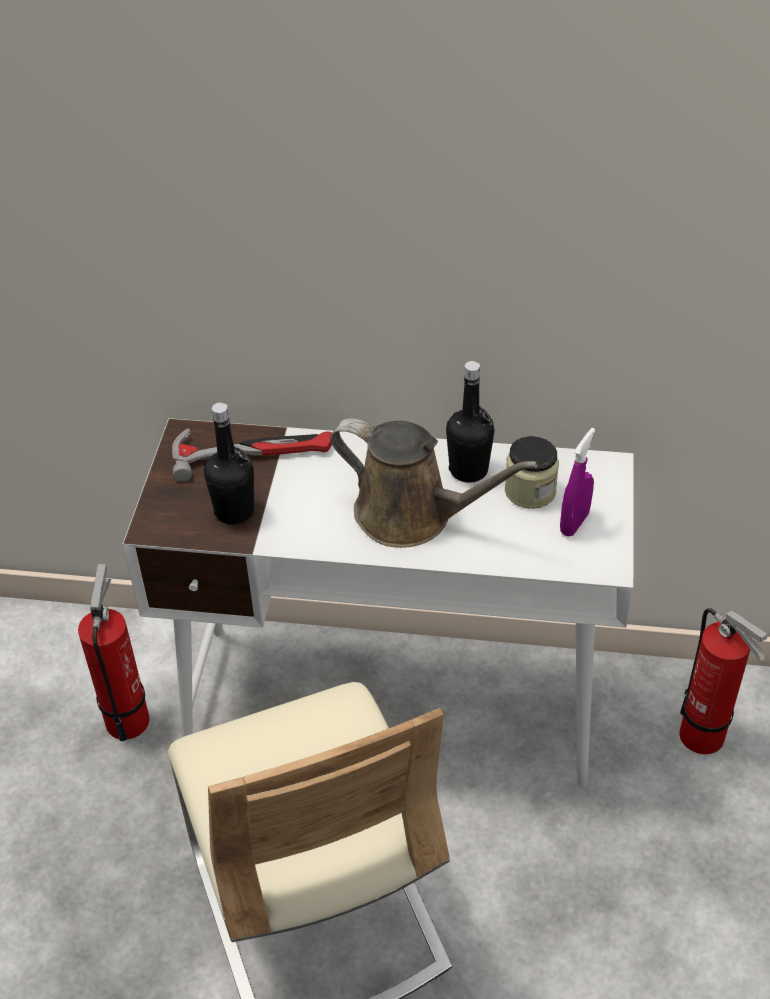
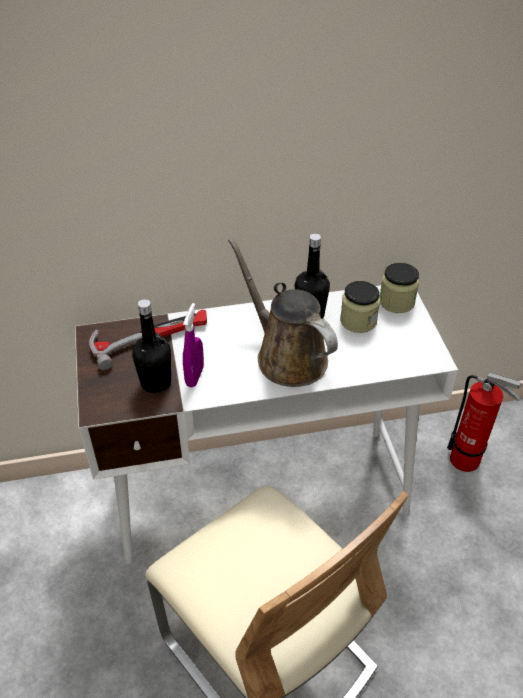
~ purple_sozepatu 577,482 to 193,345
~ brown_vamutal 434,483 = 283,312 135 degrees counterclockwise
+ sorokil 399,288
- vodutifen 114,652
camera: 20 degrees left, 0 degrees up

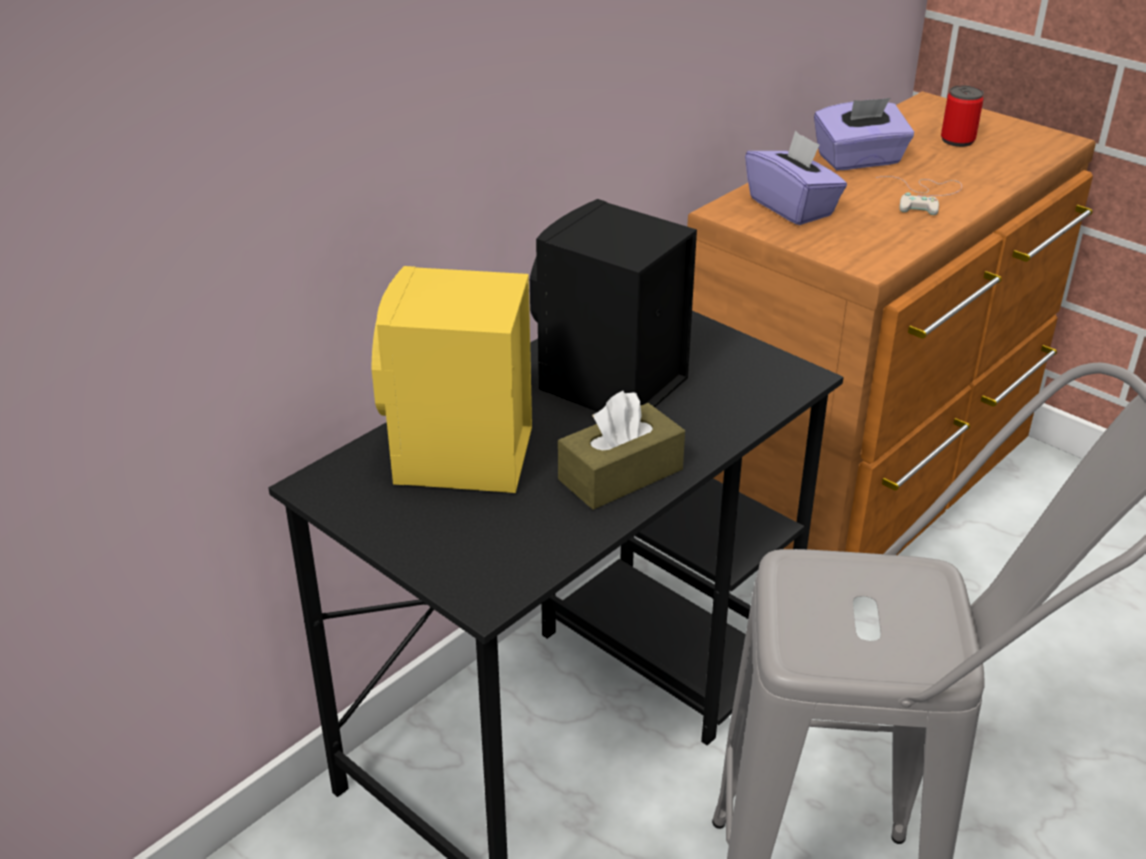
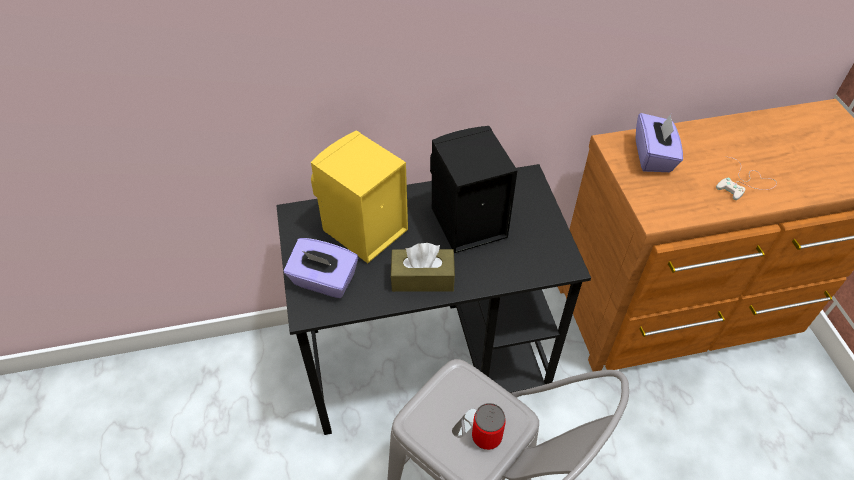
~ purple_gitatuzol 864,134 to 321,268
~ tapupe 962,116 to 489,426
camera: 35 degrees right, 15 degrees up

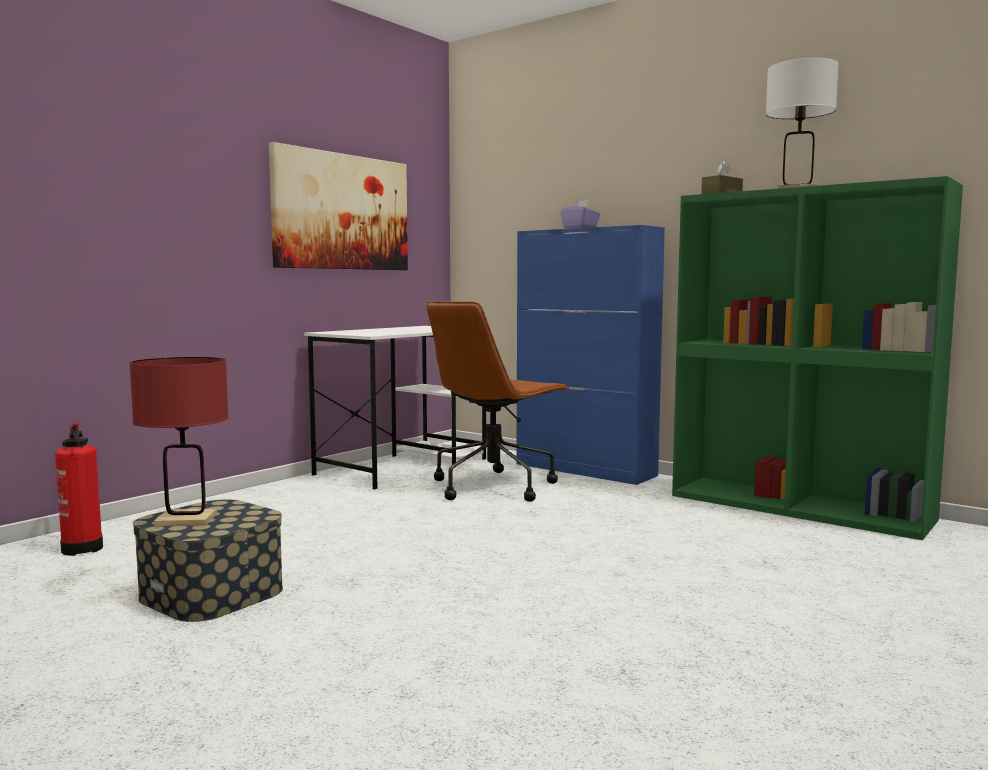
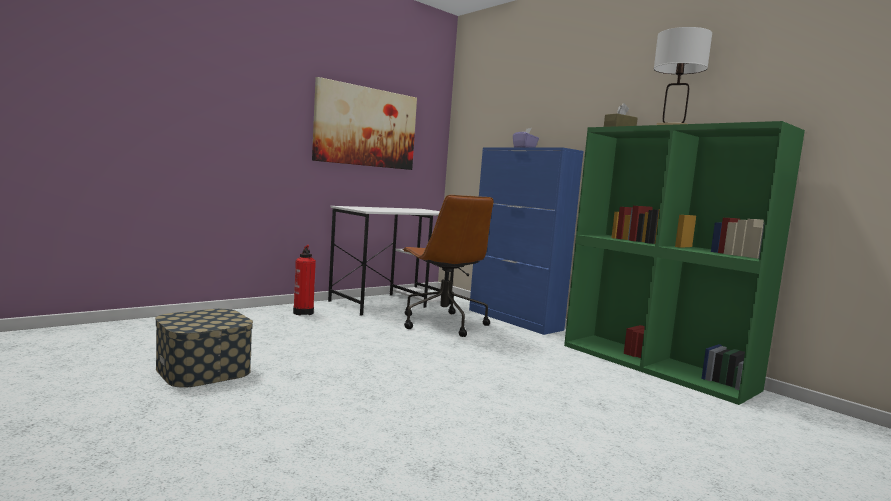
~ vodutifen 79,489 to 304,280
~ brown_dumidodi 498,401 = 448,266 75 degrees counterclockwise
- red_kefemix 179,441
camera: 10 degrees right, 0 degrees up

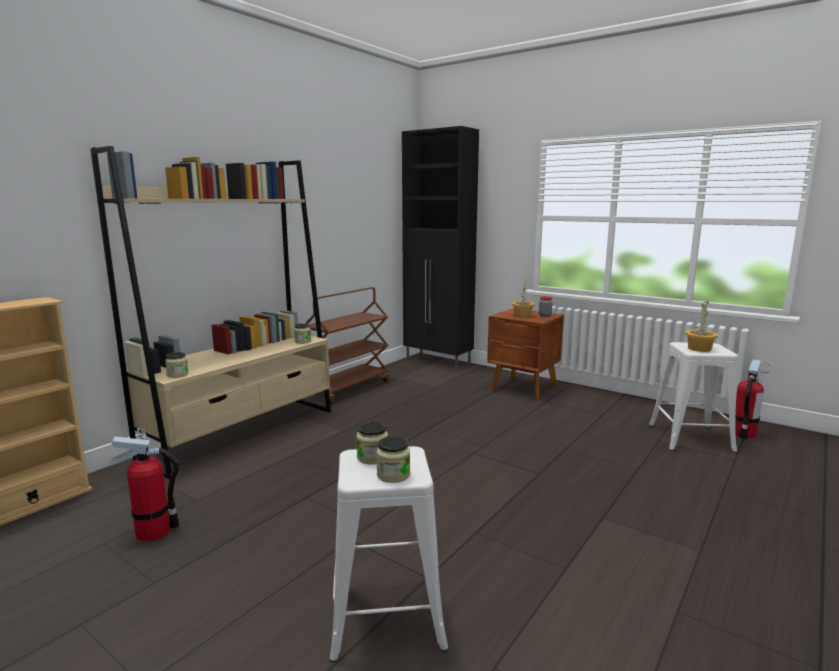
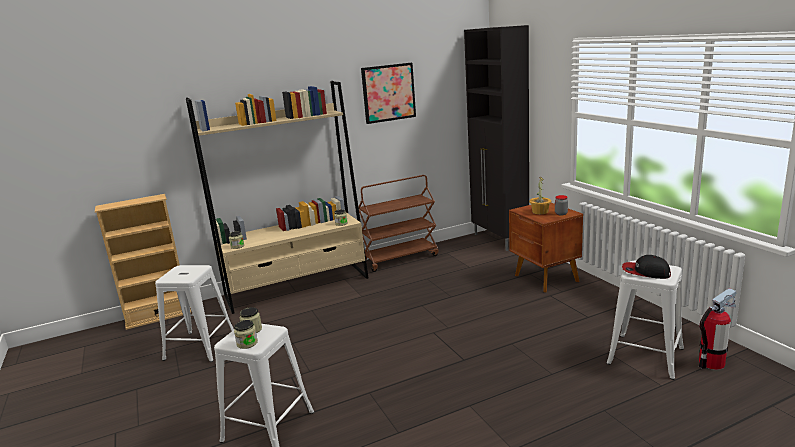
~ vodutifen 145,485 to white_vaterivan 194,313
+ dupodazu 388,93
~ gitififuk 701,326 to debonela 646,267
camera: 30 degrees right, 5 degrees up

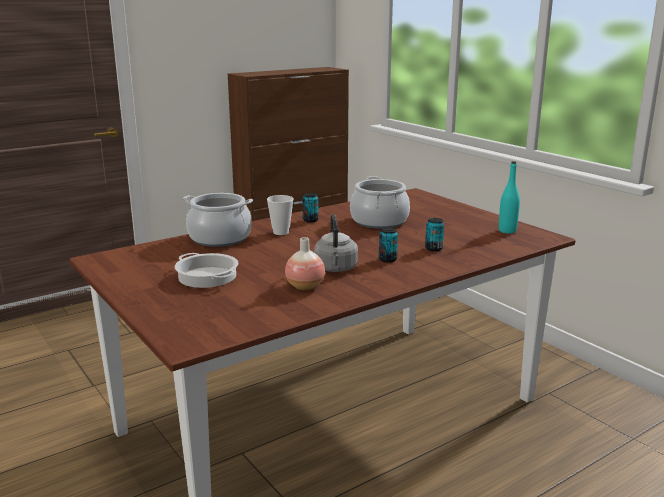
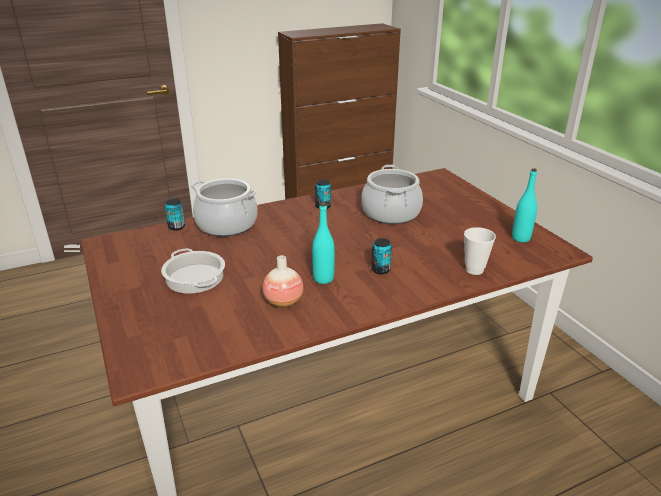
~ tapupe 434,234 to 175,214
~ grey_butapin 336,243 to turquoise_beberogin 323,243
~ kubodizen 280,215 to 480,251
camera: 10 degrees right, 10 degrees up

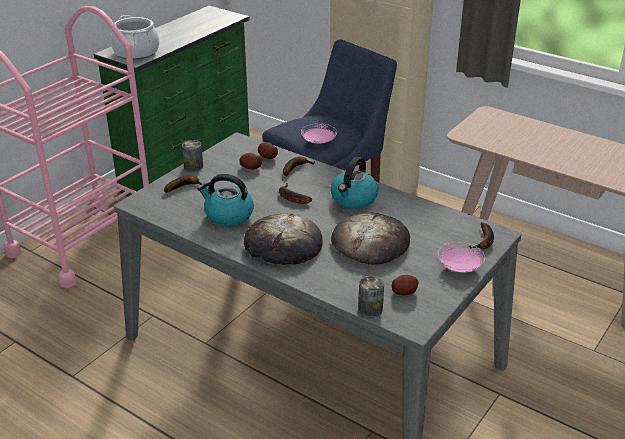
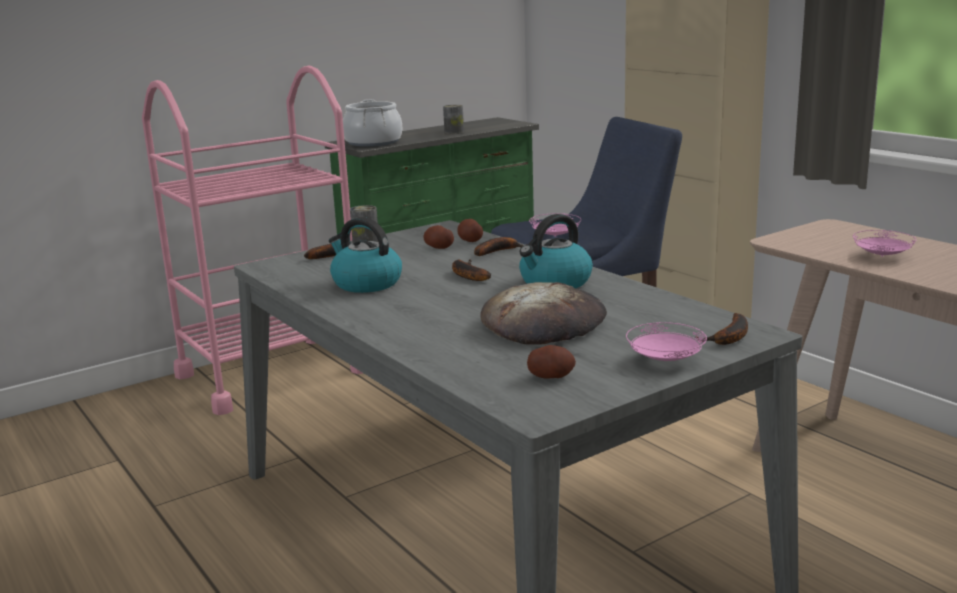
~ tapupe 371,296 to 453,119
+ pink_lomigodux 884,243
- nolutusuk 283,239
camera: 20 degrees right, 15 degrees down

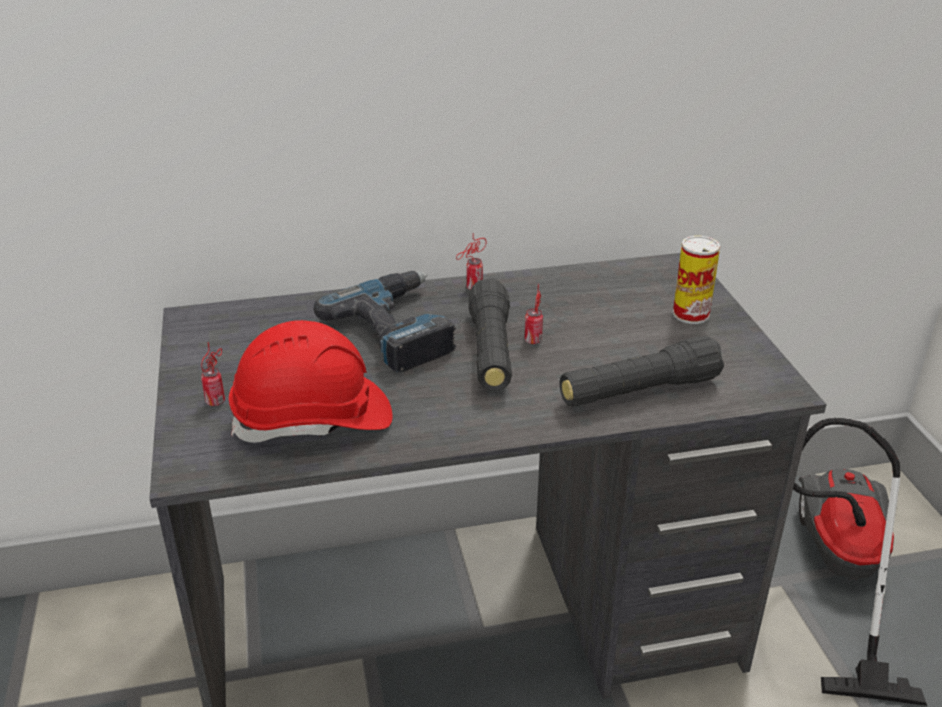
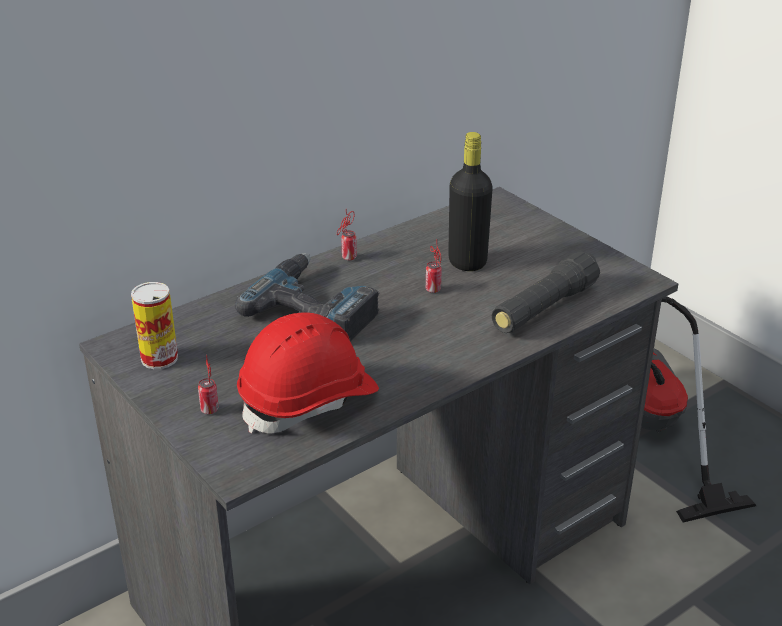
~ tapupe 696,280 to 154,325
+ black_beberogin 470,201
- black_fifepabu 490,334
camera: 25 degrees left, 0 degrees up

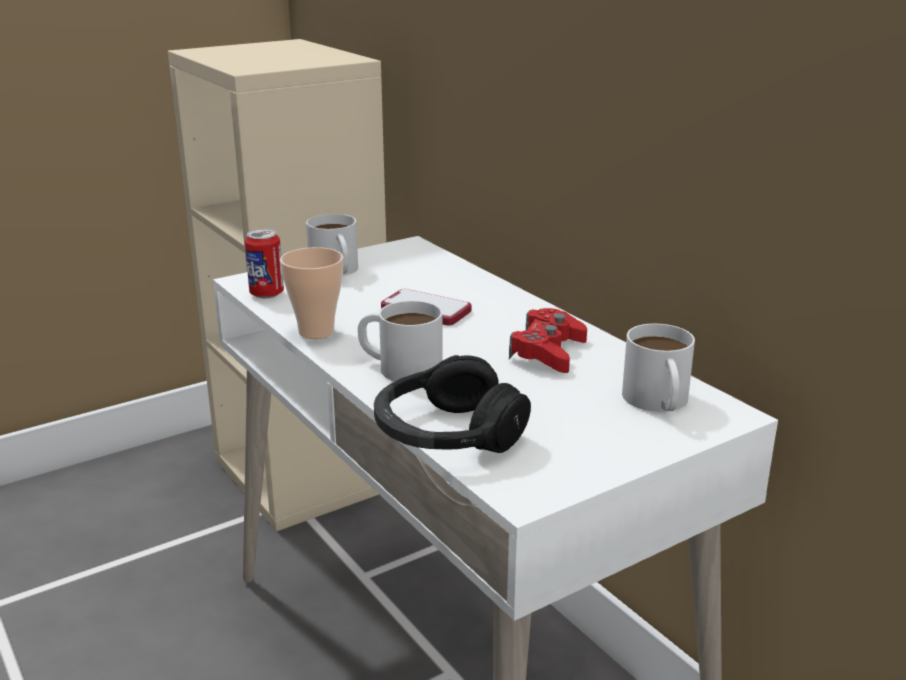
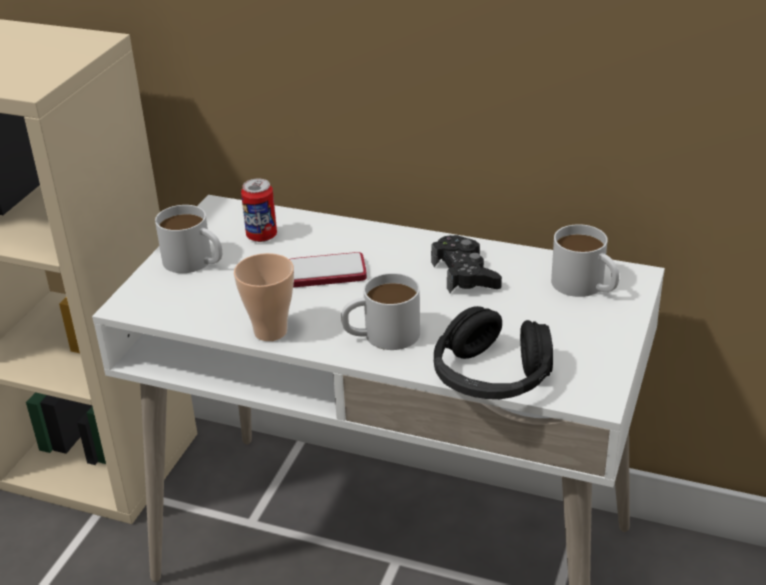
~ tapupe 264,264 to 259,210
~ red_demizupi 548,340 to black_demizupi 466,264
camera: 35 degrees left, 10 degrees up

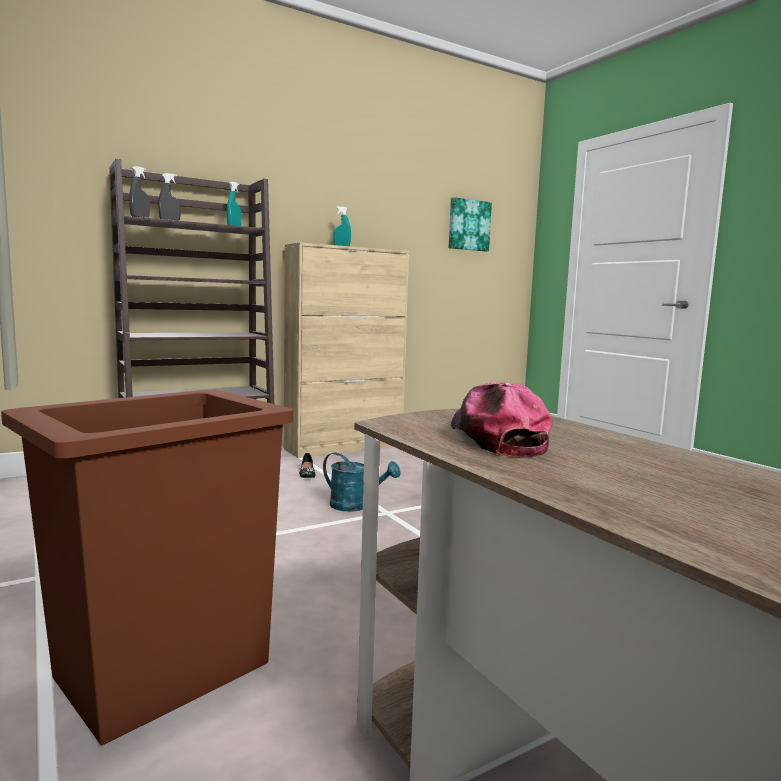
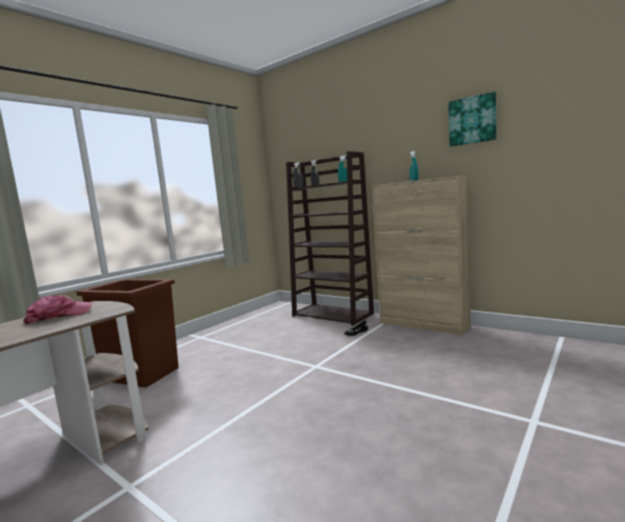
~ dupodazu 470,224 to 472,119
- turquoise_vamutal 362,482
camera: 70 degrees right, 0 degrees up

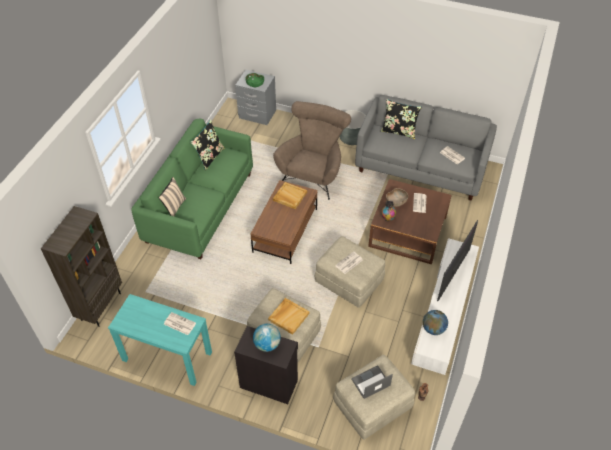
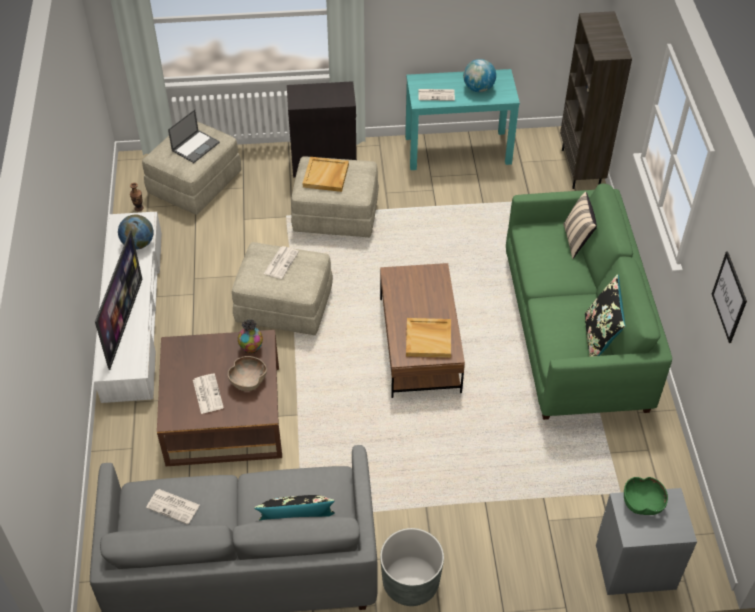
~ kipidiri 267,338 to 479,75
+ dupodazu 729,297
- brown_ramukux 312,150
camera: 155 degrees right, 0 degrees up

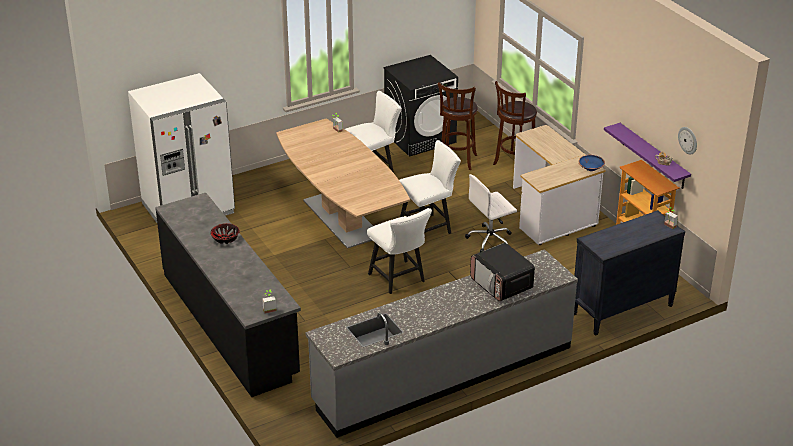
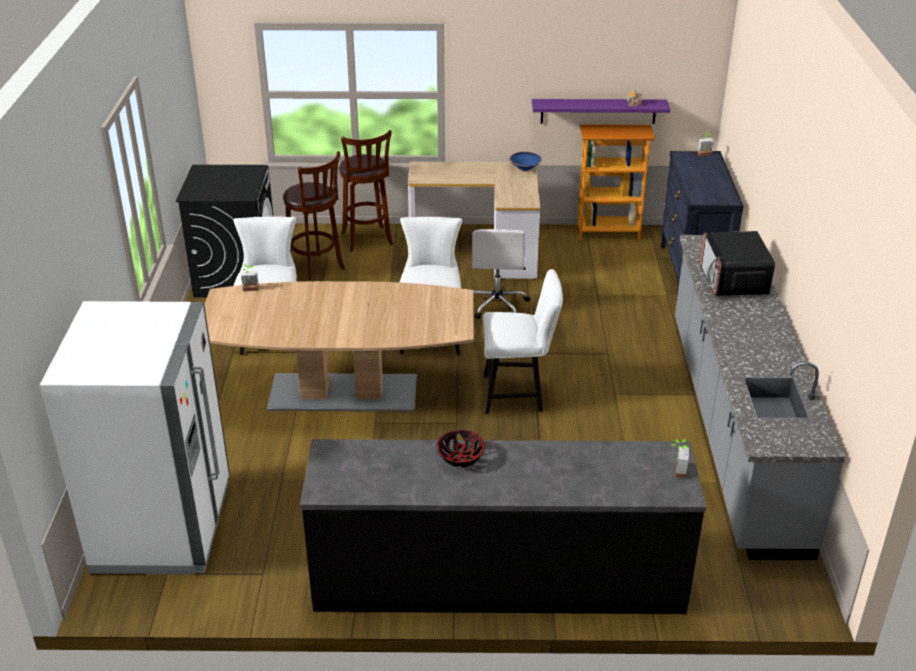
~ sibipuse 502,272 = 737,263 90 degrees clockwise
- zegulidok 687,141
camera: 60 degrees left, 0 degrees up

